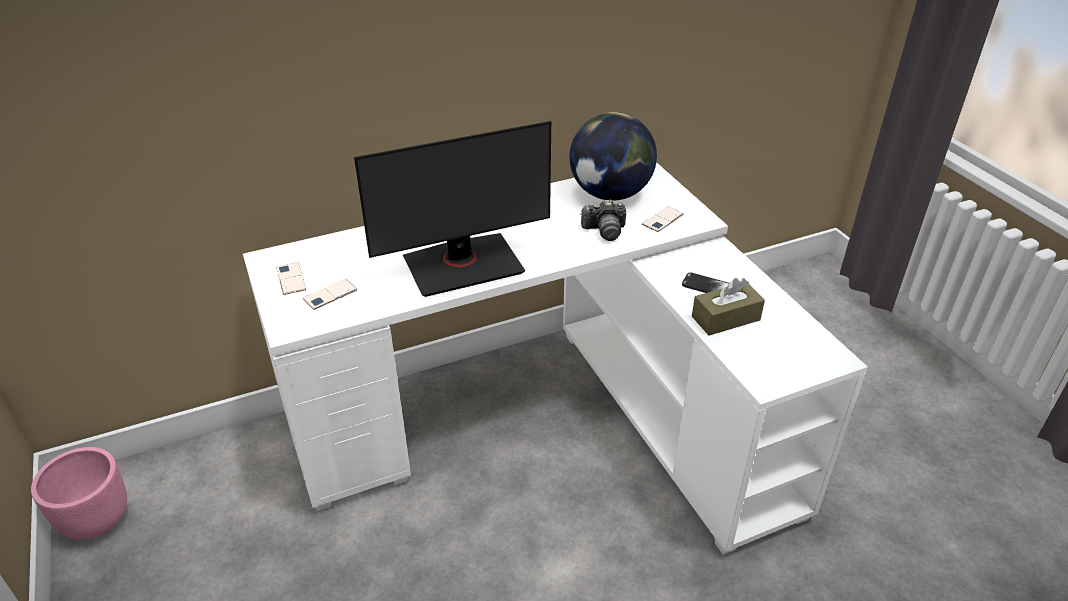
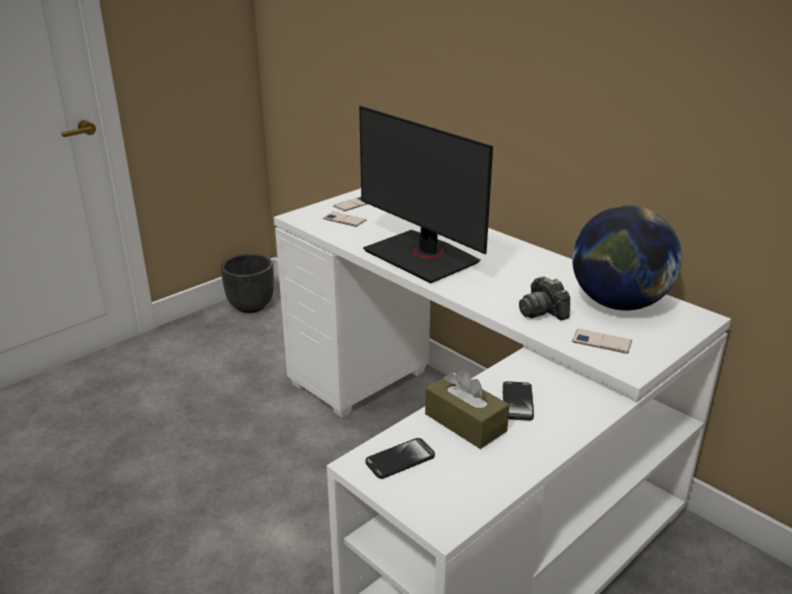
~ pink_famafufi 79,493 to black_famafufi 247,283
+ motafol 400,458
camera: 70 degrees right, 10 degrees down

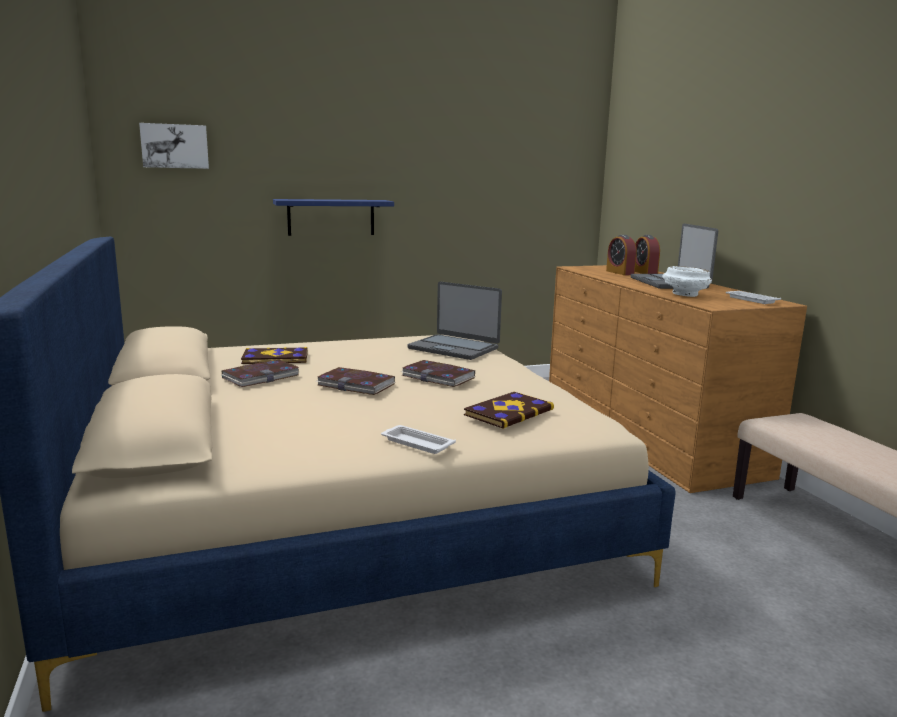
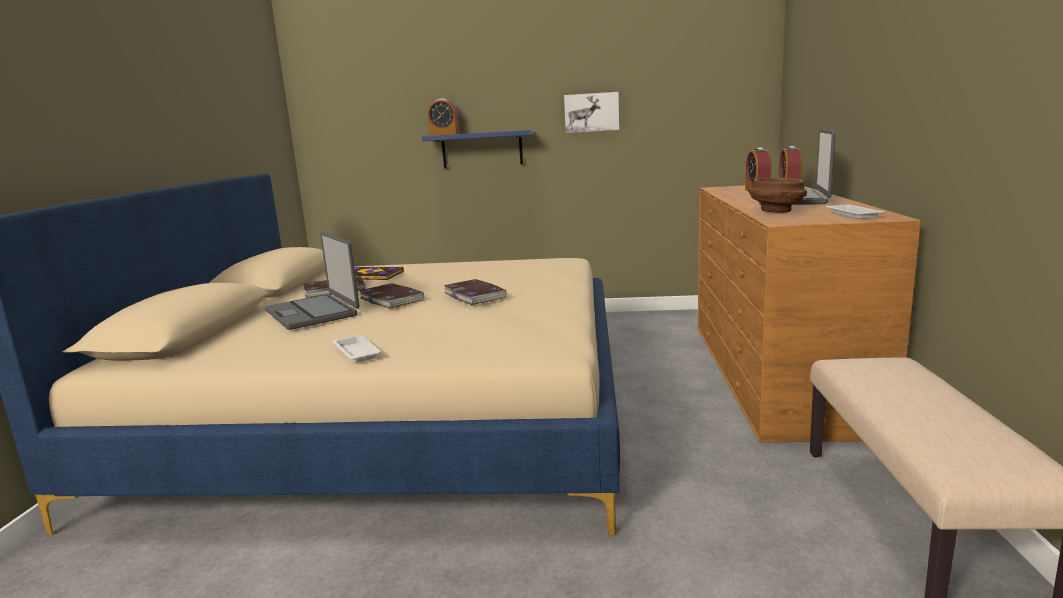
~ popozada 454,320 to 312,281
+ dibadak 444,117
~ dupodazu 174,146 to 591,112
~ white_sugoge 687,281 to brown_sugoge 778,195
- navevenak 509,410
camera: 25 degrees right, 0 degrees up

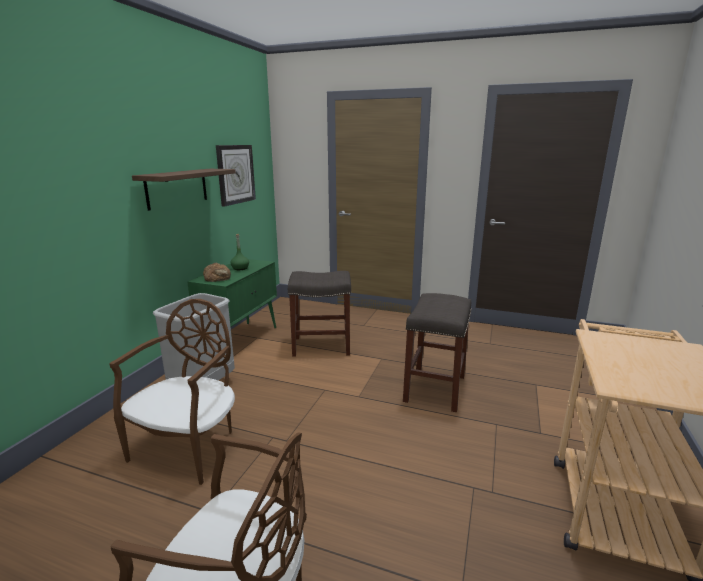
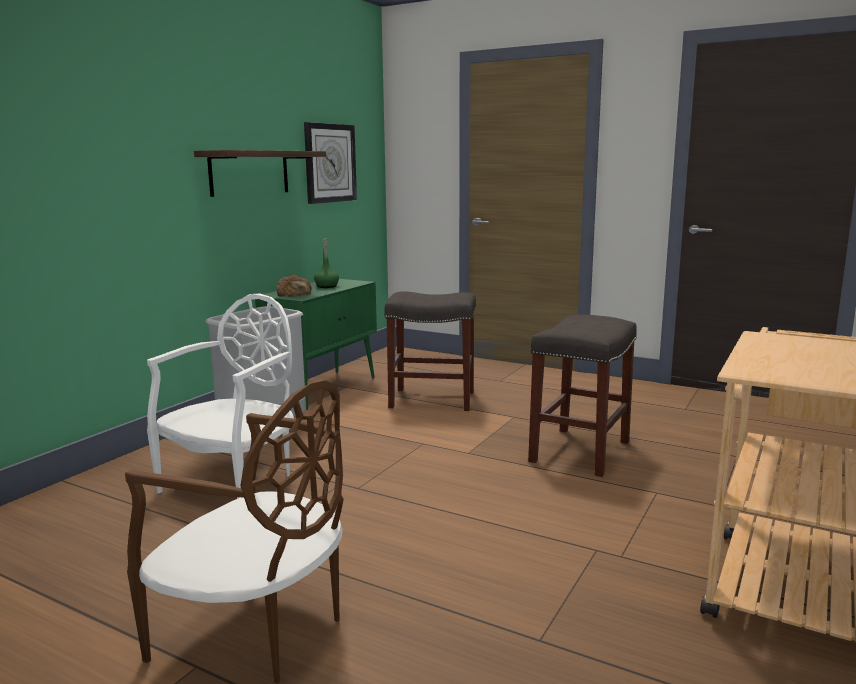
~ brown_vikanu 172,392 to white_vikanu 220,396
camera: 10 degrees right, 5 degrees down

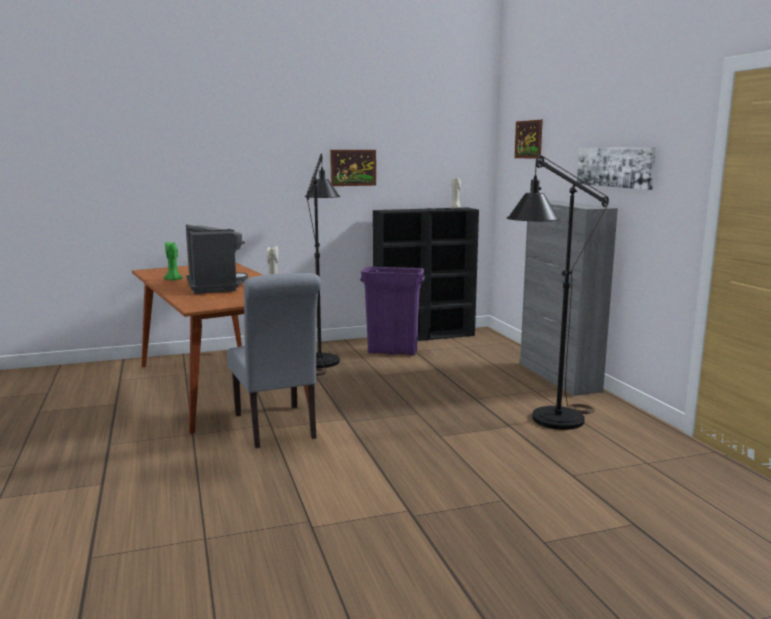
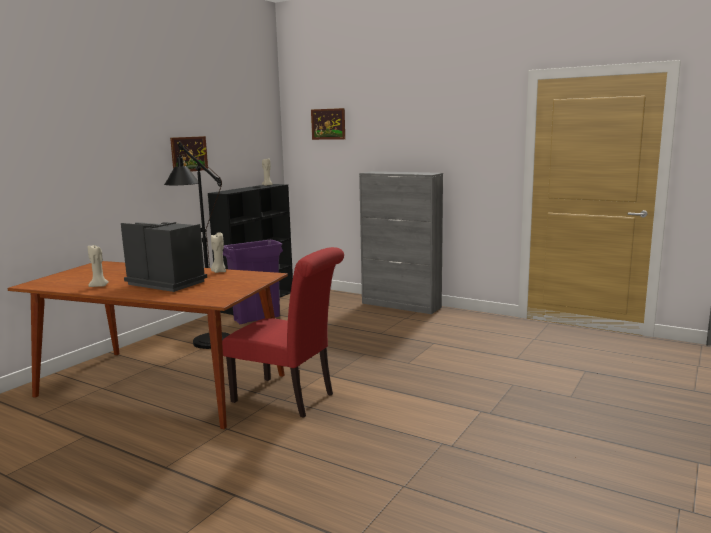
~ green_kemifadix 173,261 to beige_kemifadix 98,266
~ grey_vikanu 274,360 to red_vikanu 283,332
- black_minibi 558,292
- dupodazu 616,168
camera: 40 degrees left, 0 degrees up

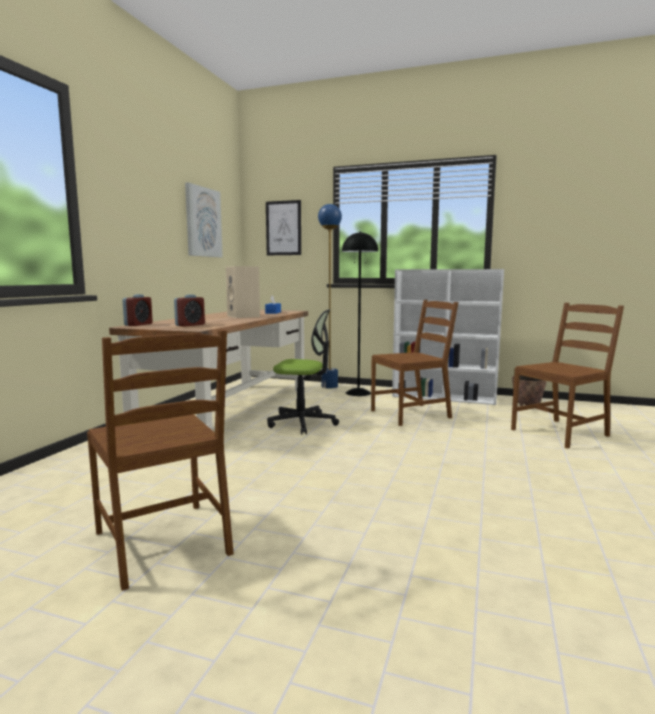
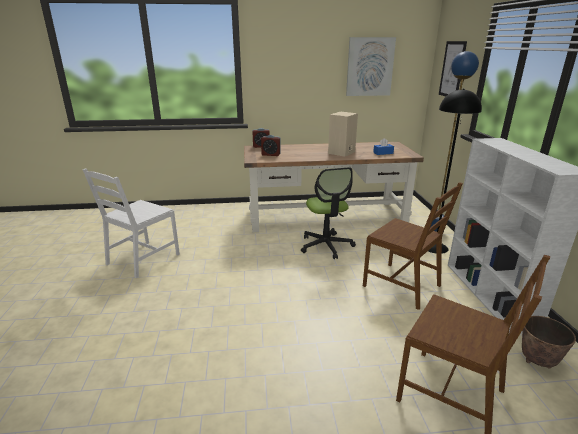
~ brown_vikanu 160,460 to white_vikanu 131,223
camera: 65 degrees right, 15 degrees up

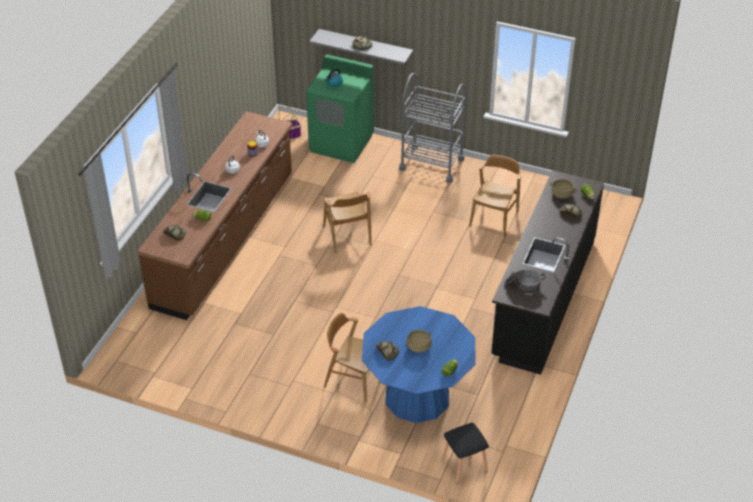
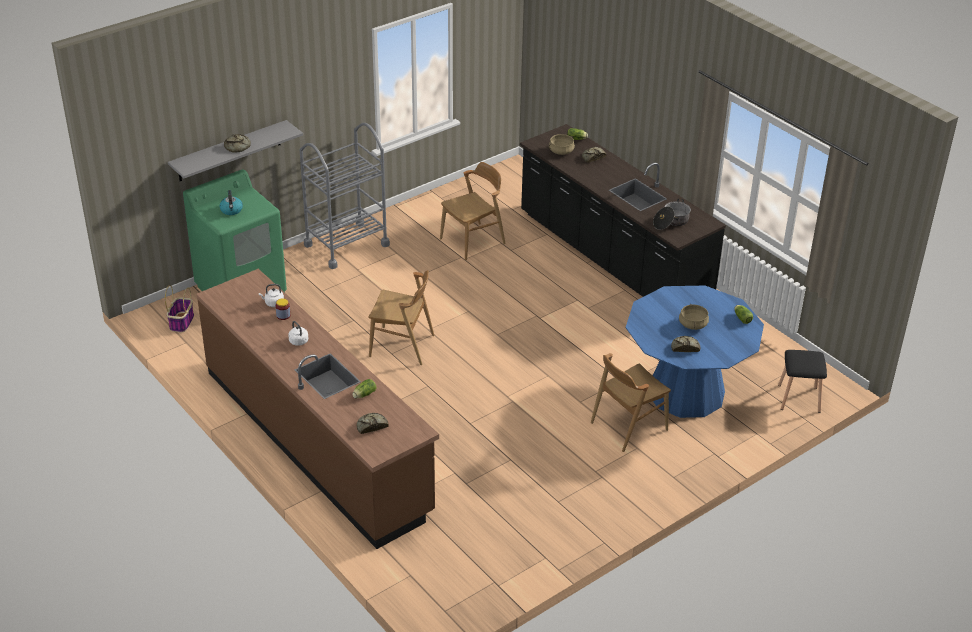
~ brown_vikanu 495,196 = 473,211 90 degrees clockwise
camera: 60 degrees left, 5 degrees down

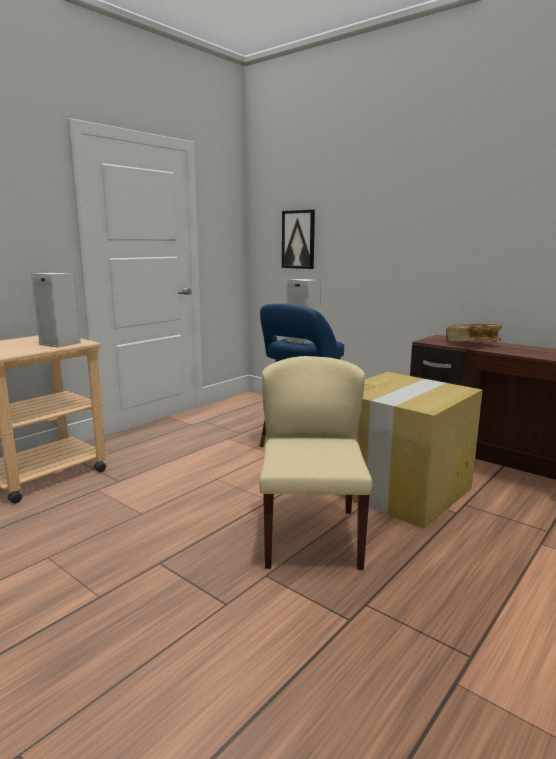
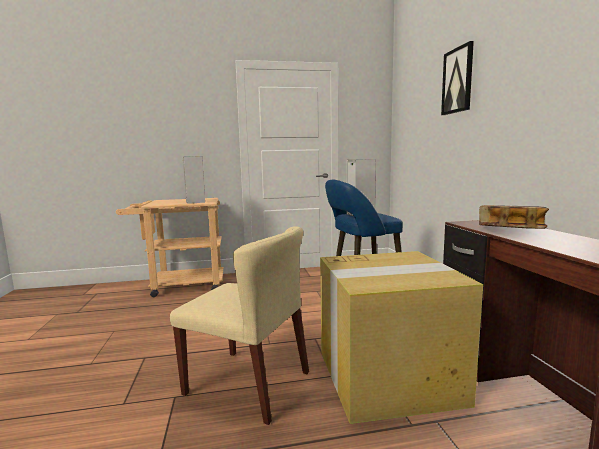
~ beige_vikanu 315,463 = 239,326 75 degrees clockwise
~ dupodazu 298,239 to 457,78
camera: 40 degrees right, 5 degrees down

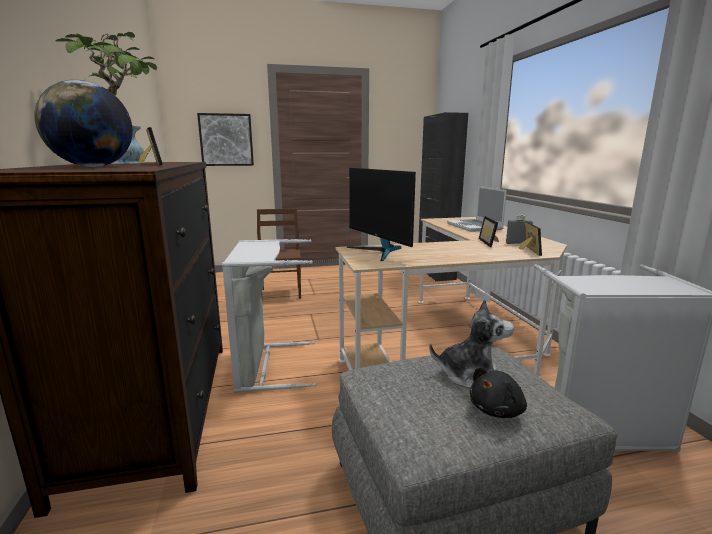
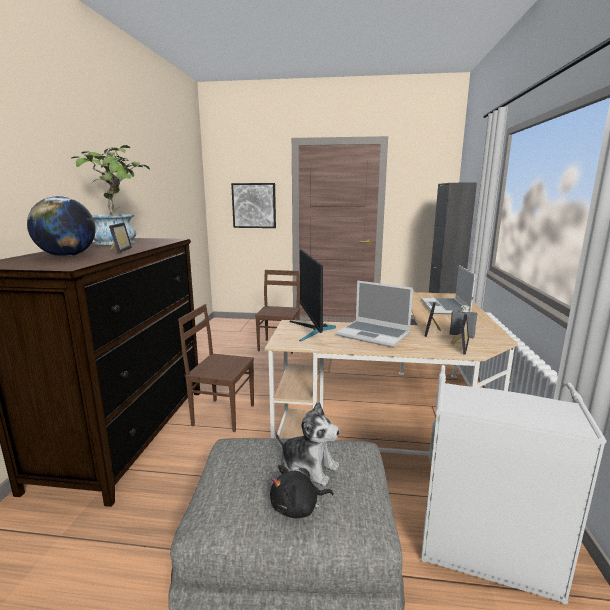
~ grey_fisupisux 269,315 to brown_vikanu 216,368
+ popozada 374,314
camera: 20 degrees right, 0 degrees up

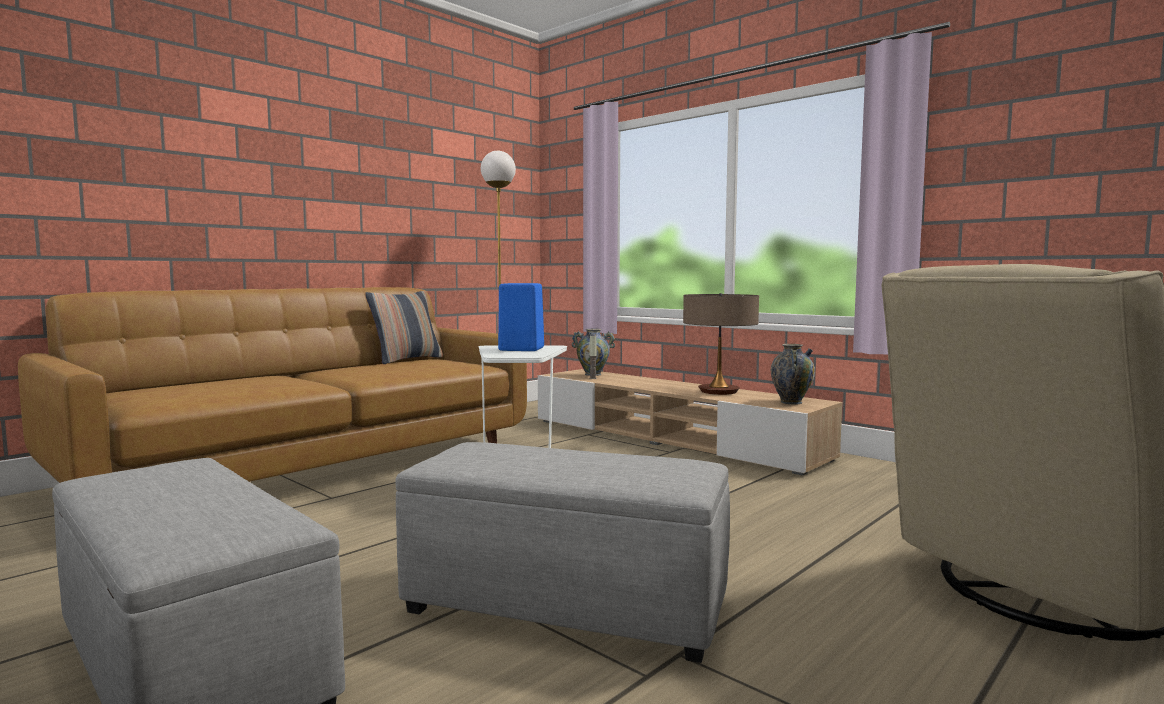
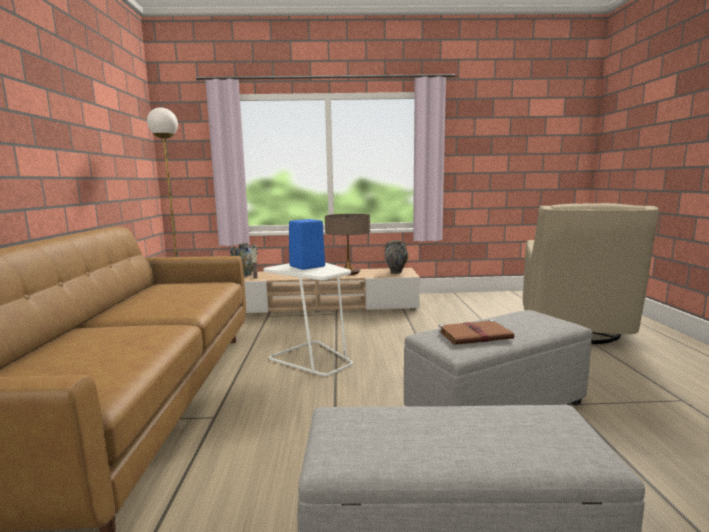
+ brown_navevenak 476,332
- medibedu 404,327
camera: 45 degrees left, 5 degrees up

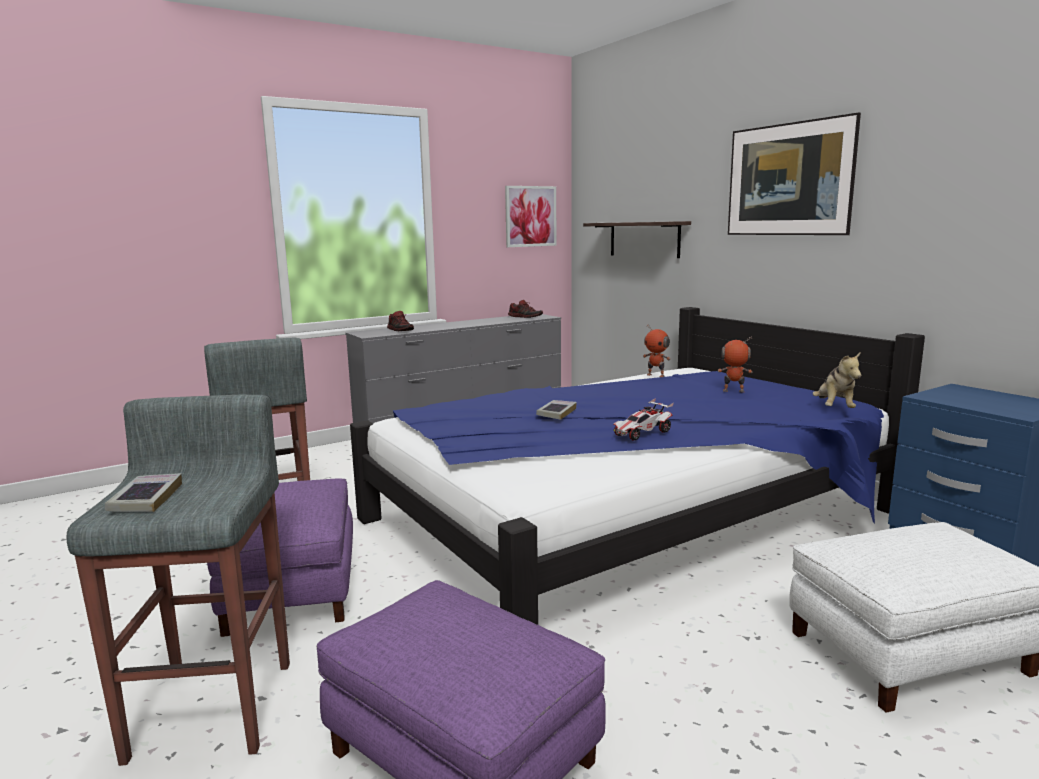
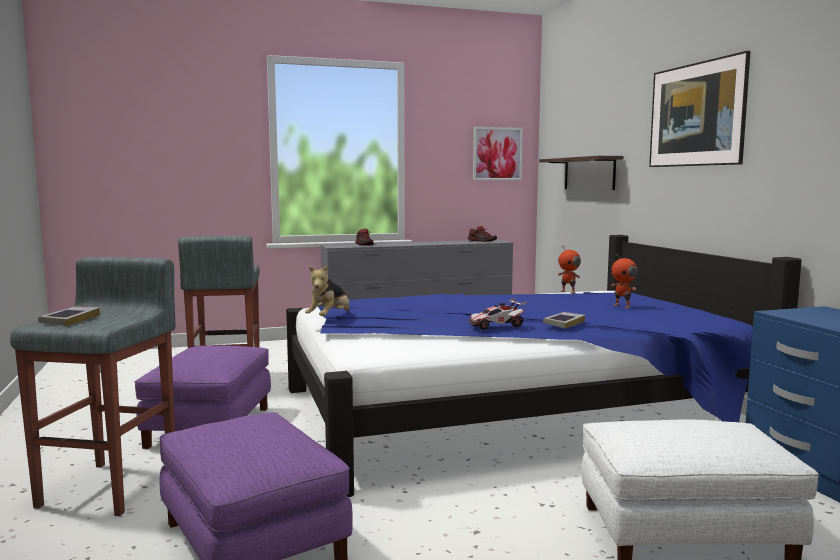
~ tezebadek 837,380 to 327,290
~ navevenak 556,410 to 564,320
~ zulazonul 735,364 = 624,280 150 degrees counterclockwise
camera: 15 degrees right, 5 degrees down

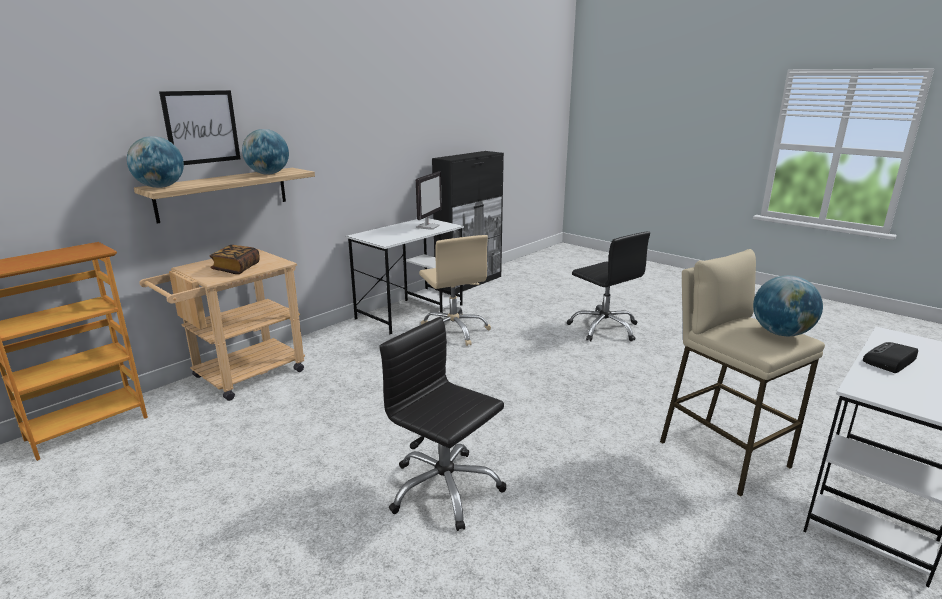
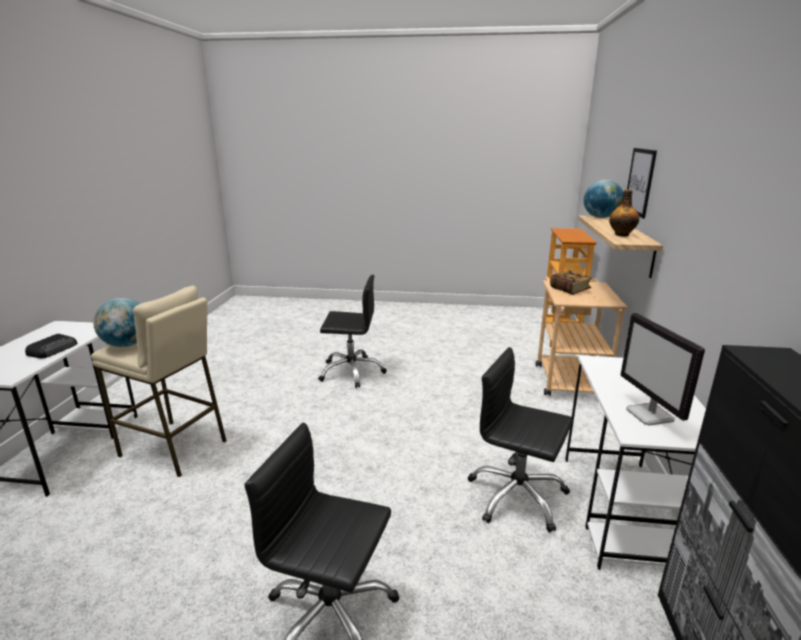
~ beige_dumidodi 455,290 to black_dumidodi 520,439
~ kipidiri 265,152 to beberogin 624,213
camera: 145 degrees right, 0 degrees up

